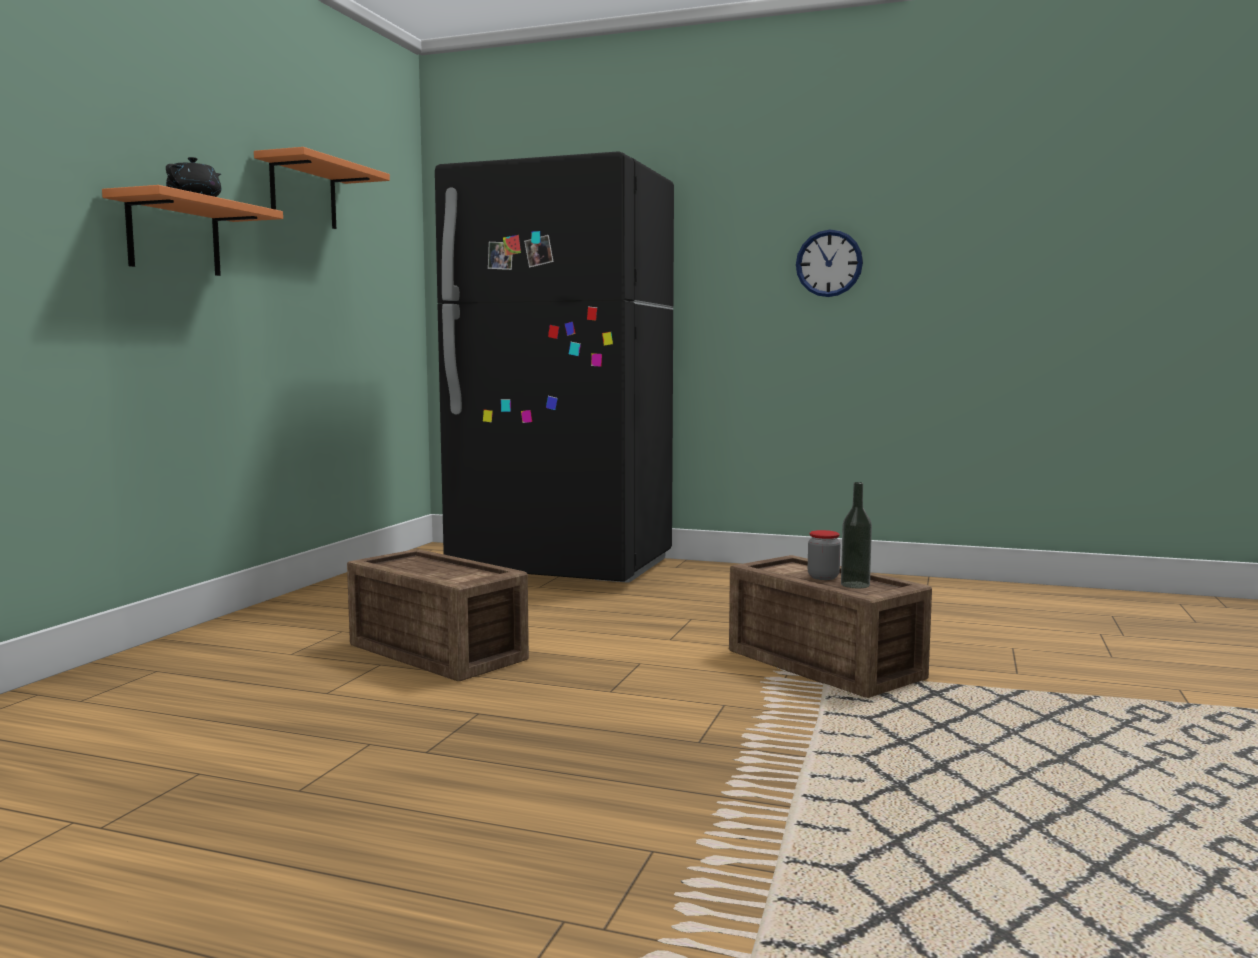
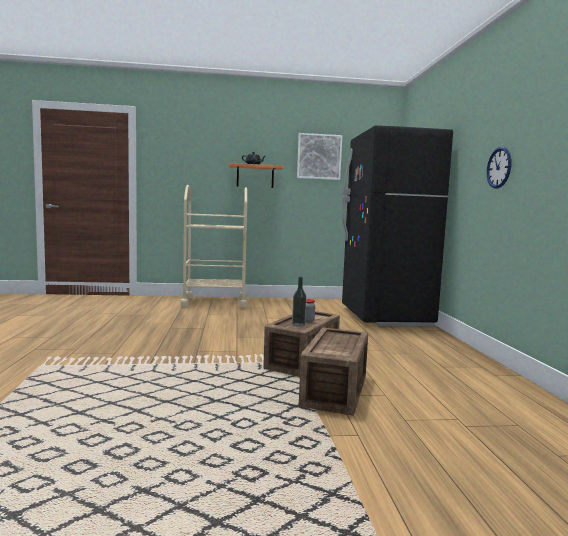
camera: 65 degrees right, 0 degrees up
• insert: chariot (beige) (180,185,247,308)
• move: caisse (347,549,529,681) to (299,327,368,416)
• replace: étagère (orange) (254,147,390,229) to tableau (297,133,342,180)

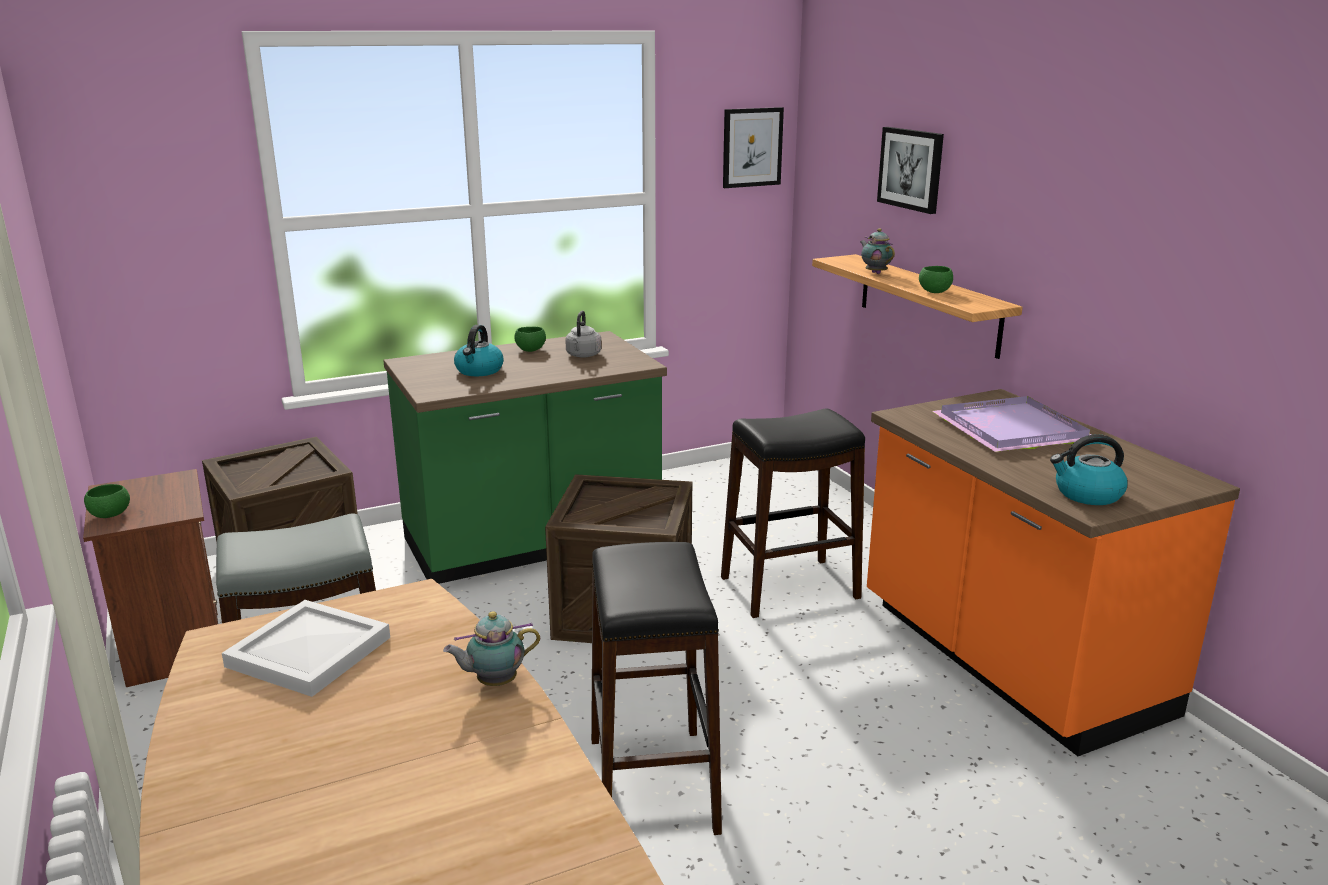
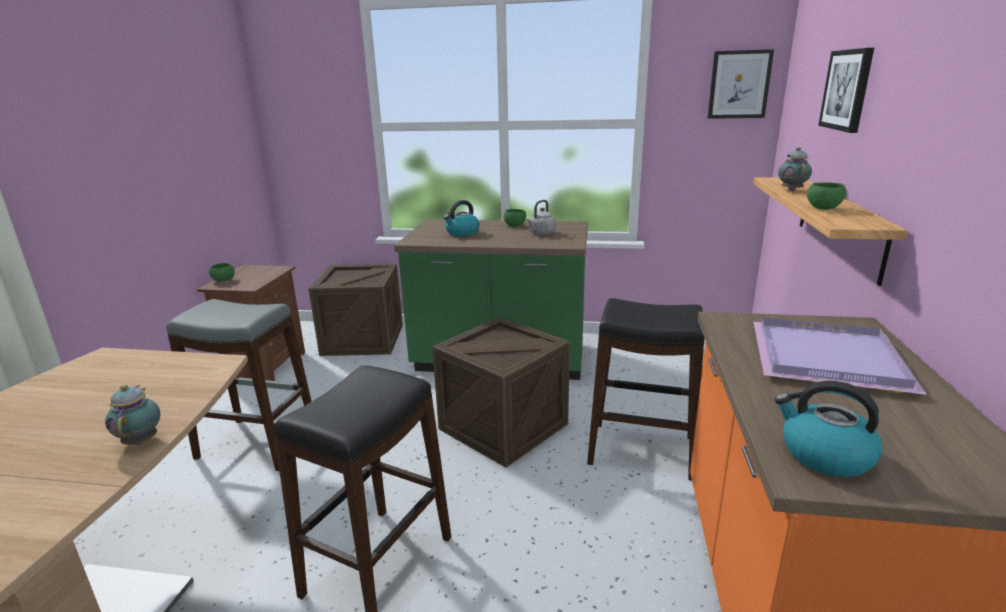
camera: 35 degrees right, 0 degrees up
• delete: plateau (blanc) (222,600,390,697)
• rotate: théière (443,611,540,686) = (105,384,161,445) 60 degrees clockwise

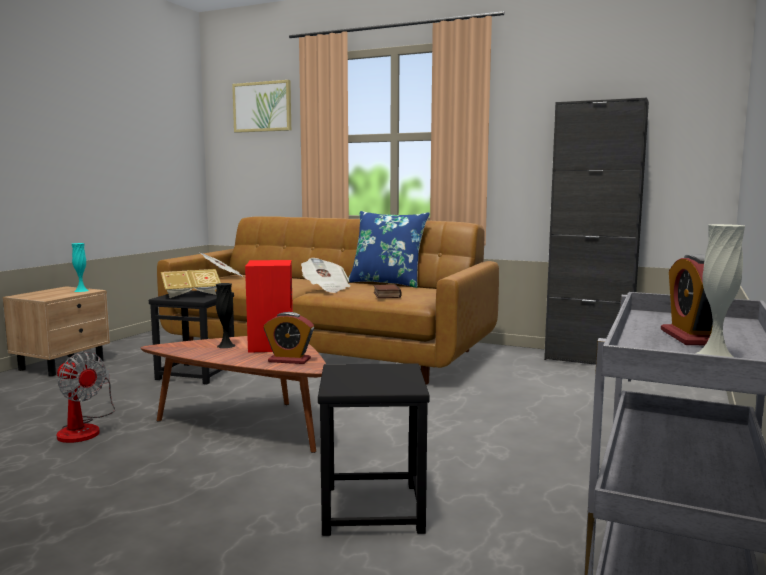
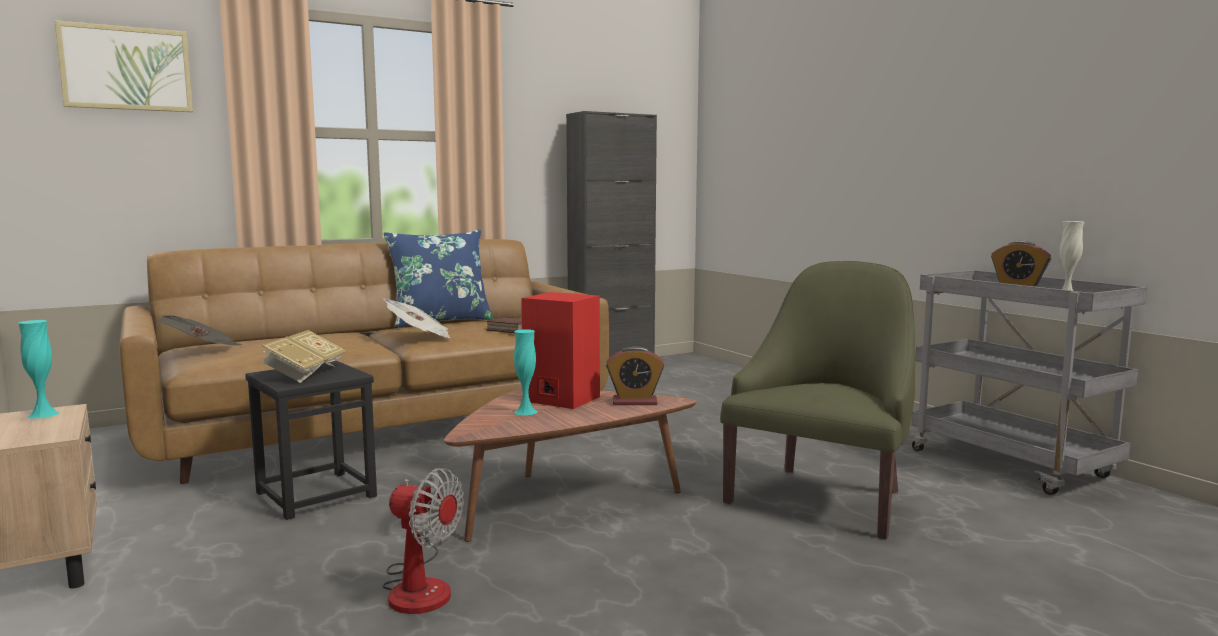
camera: 55 degrees left, 0 degrees up
• replace: tabouret (noir) (318,363,430,536) to fauteuil (vert) (720,261,915,540)
• recolor: vase (noir) (216,283,235,348) to vase (turquoise) (514,329,538,415)
• rotate: ventilateur (57,352,116,443) = (382,468,464,614) 45 degrees clockwise
• rotate: réveil (263,312,314,364) = (606,346,664,405) 45 degrees clockwise

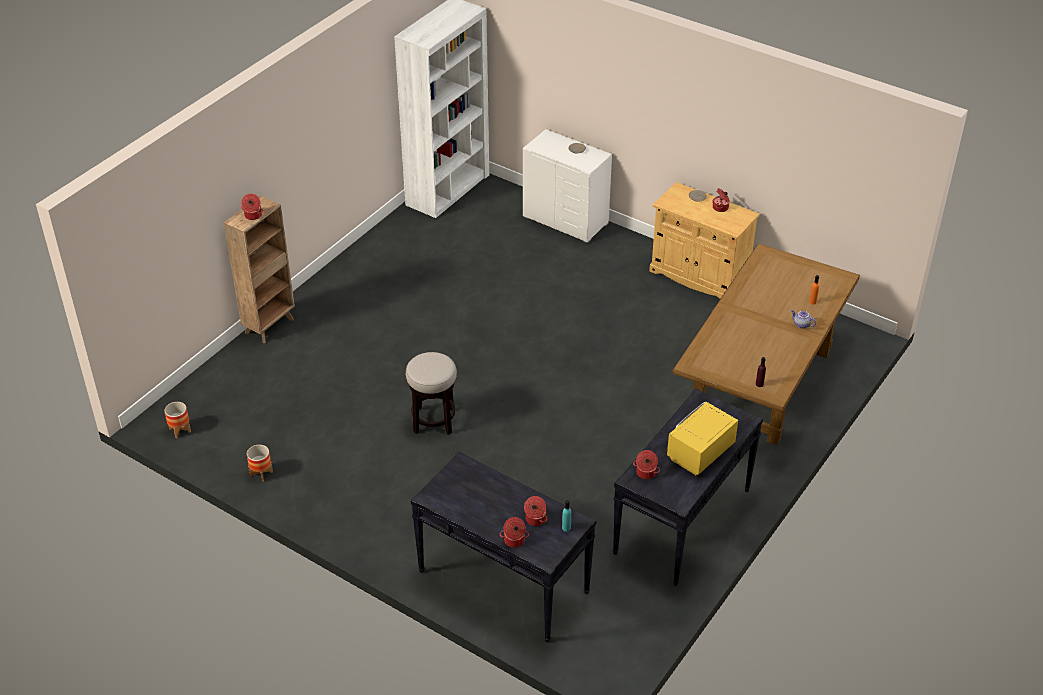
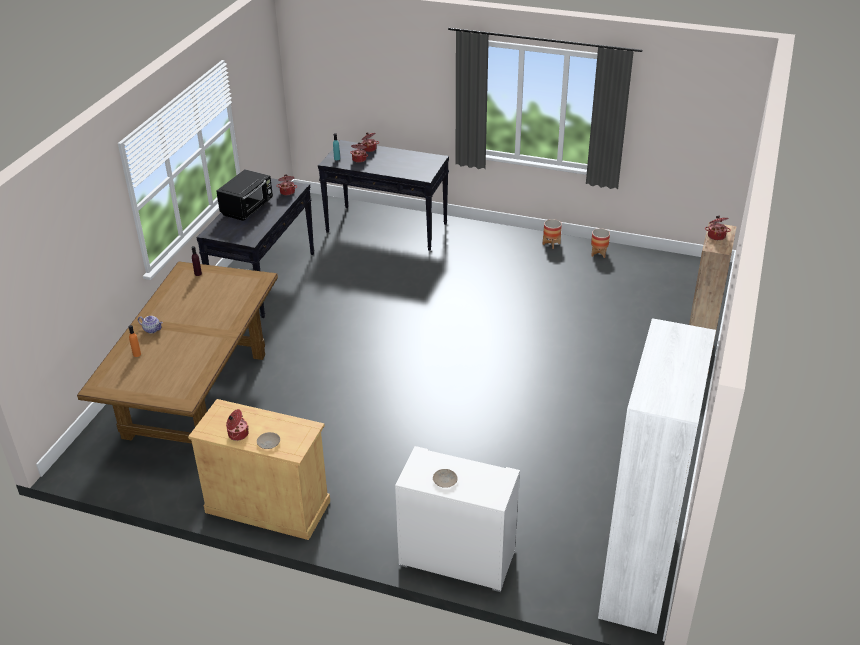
camera: 165 degrees right, 5 degrees down
• delete: tabouret (406,352,457,435)
• move: cache-pot (164,402,191,438) to (543,219,562,249)
• recolor: micro-ondes (jaune) (667,401,738,475) to micro-ondes (noir) (216,169,273,221)

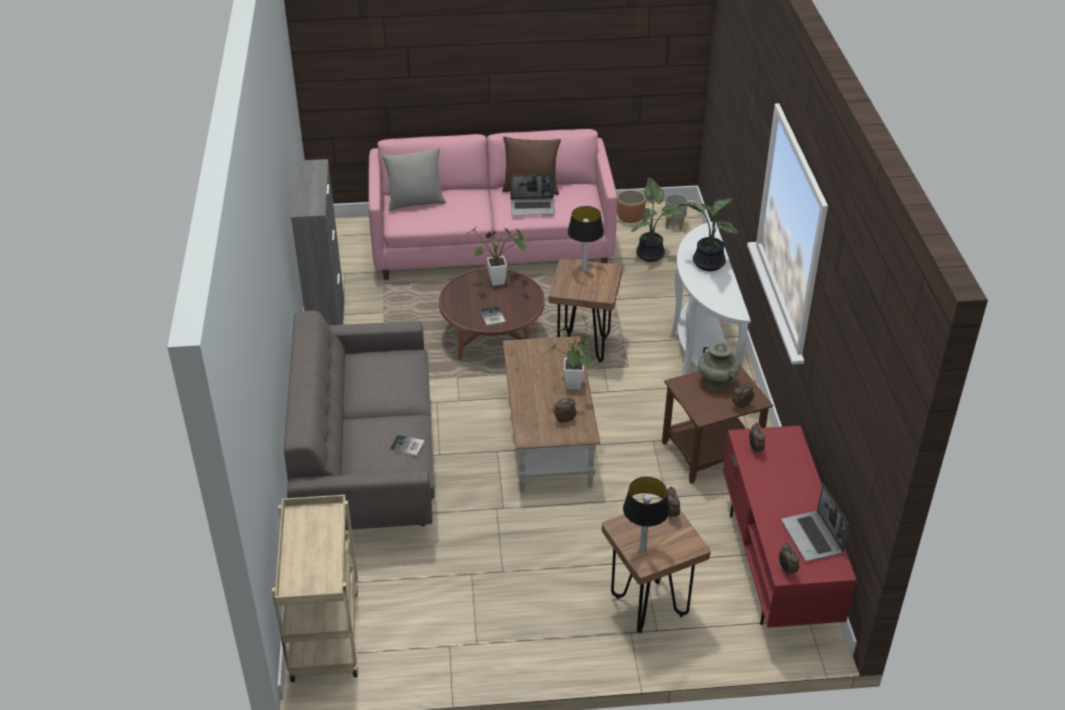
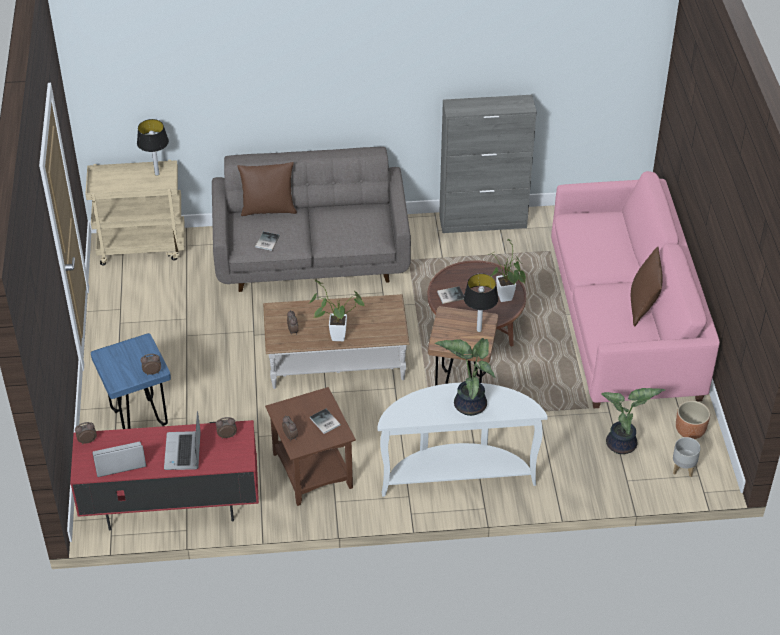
camera: 90 degrees right, 5 degrees up
• delete: coussin (gris) (382,148,446,211)
• insert: coussin (marron) (237,162,297,216)
• move: ordinateur portable (510,174,555,216) to (164,411,201,470)
• move: lampe de table (623,477,670,553) to (137,119,169,176)
• replace: vase (turquoise) (698,342,740,391) to livre (310,409,341,434)
• recolor: tabouret (marron) (602,510,711,633) to tabouret (bleu) (91,333,171,429)

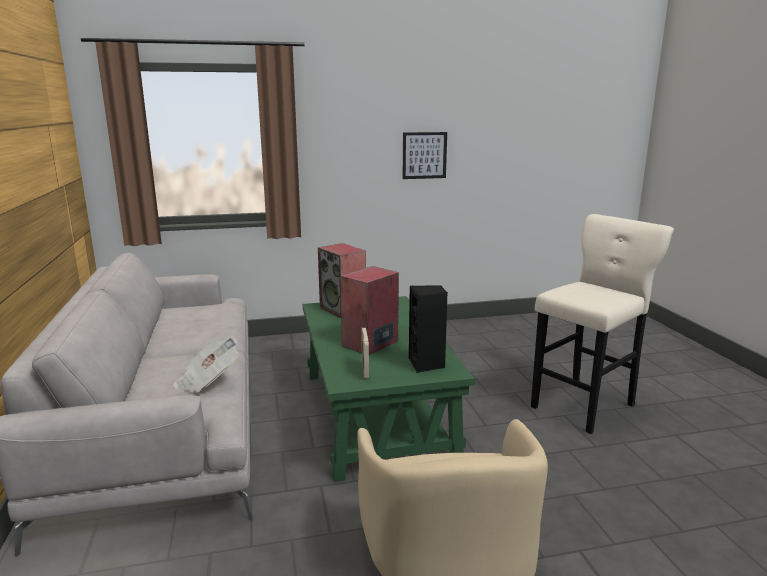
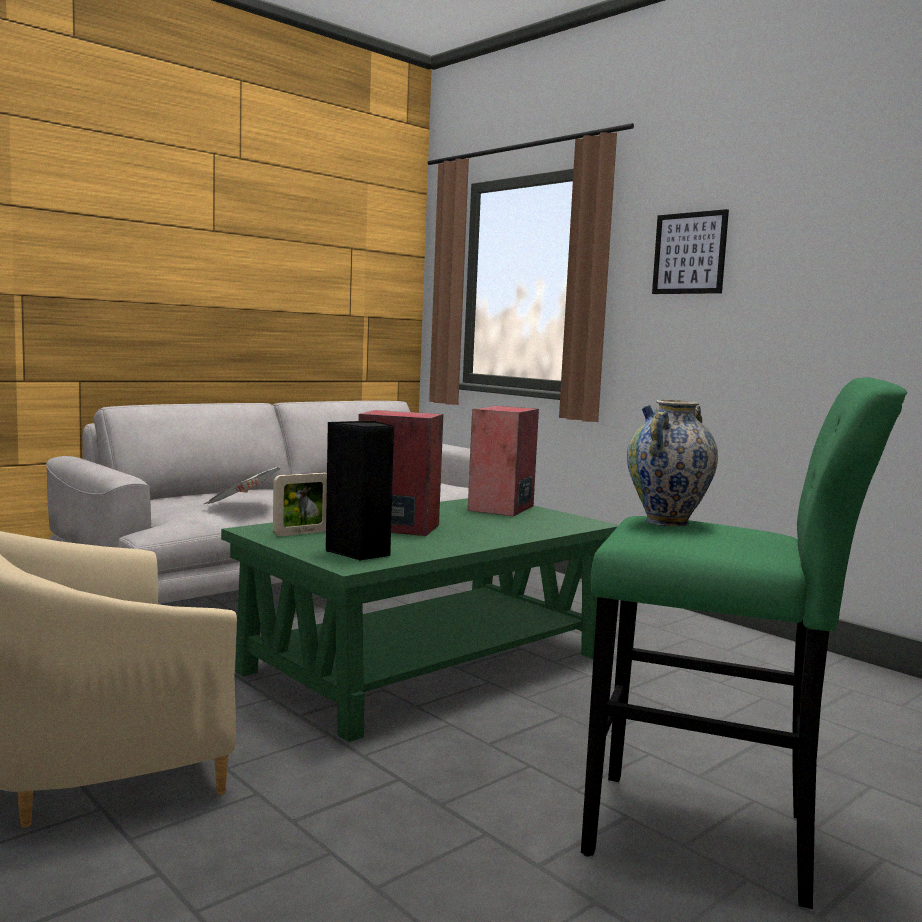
camera: 60 degrees right, 10 degrees down
• insert: vase (627,400,718,526)
• move: tableau (403,132,447,179) to (652,209,729,294)
• recolor: tabouret (beige) (531,214,674,434) to tabouret (vert) (581,377,907,909)

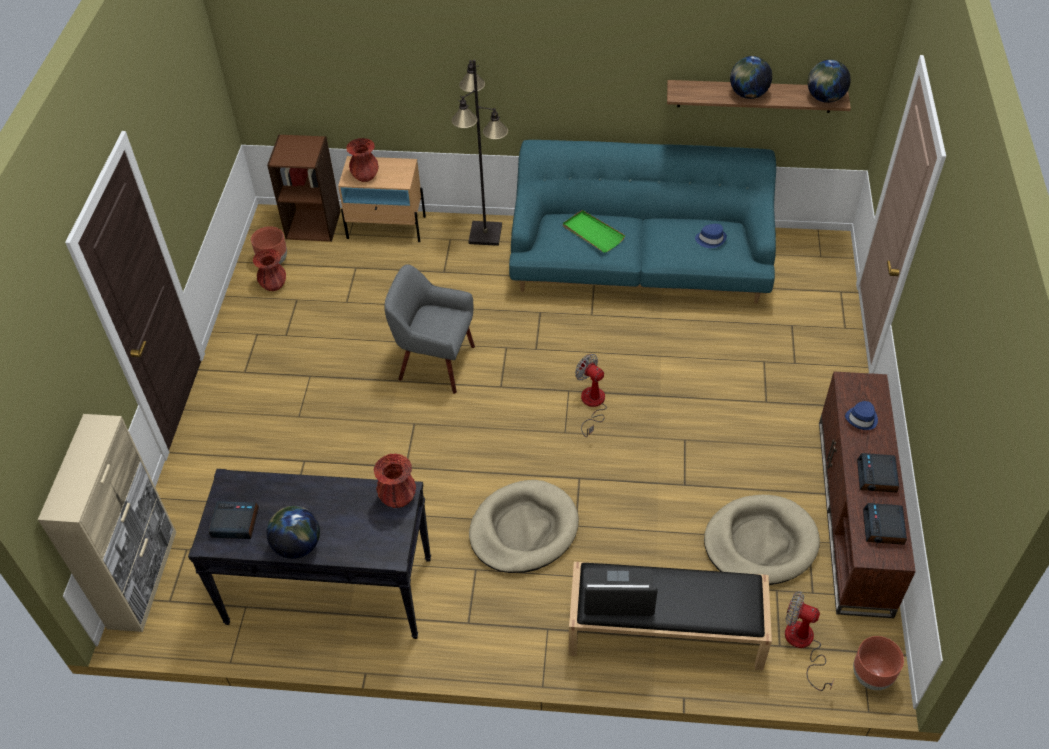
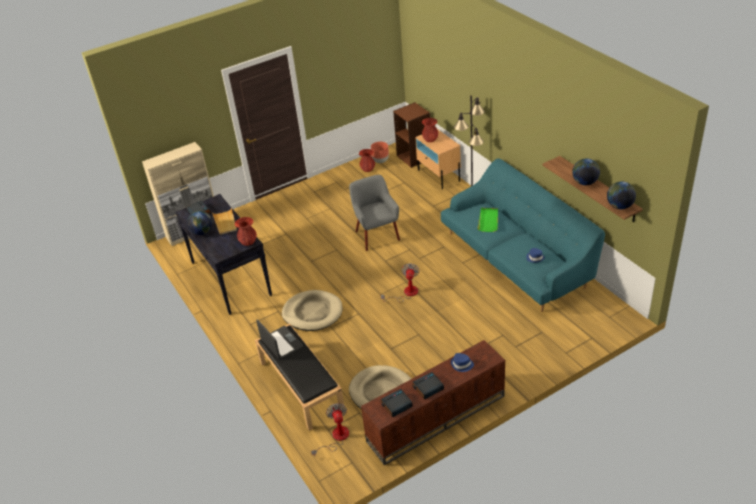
camera: 55 degrees right, 10 degrees down
• delete: cache-pot (marron) (853,636,904,690)
• insert: plateau (beige) (212,208,237,235)

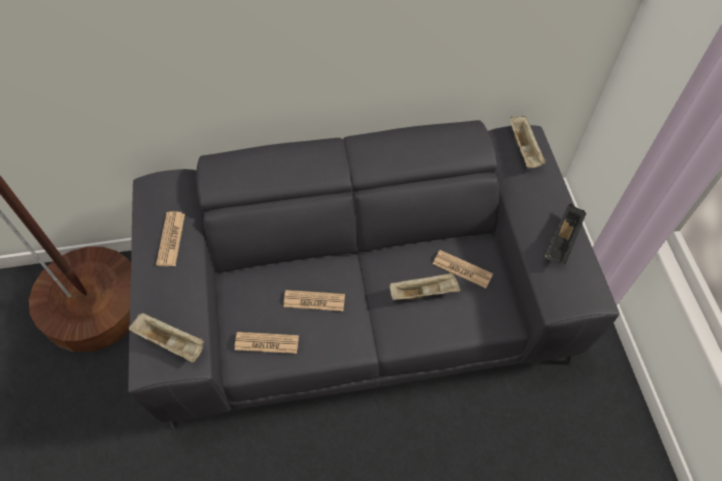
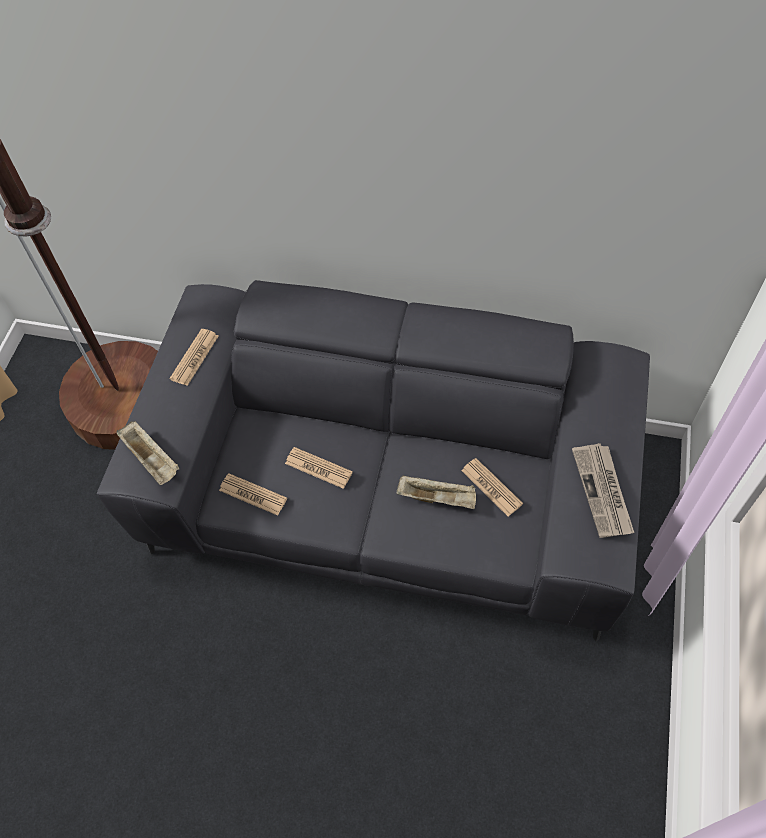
camera: 25 degrees right, 0 degrees up
• delete: plateau (beige) (509,116,546,168)
• replace: plateau (noir) (543,204,587,264) to journal (572,443,634,538)

